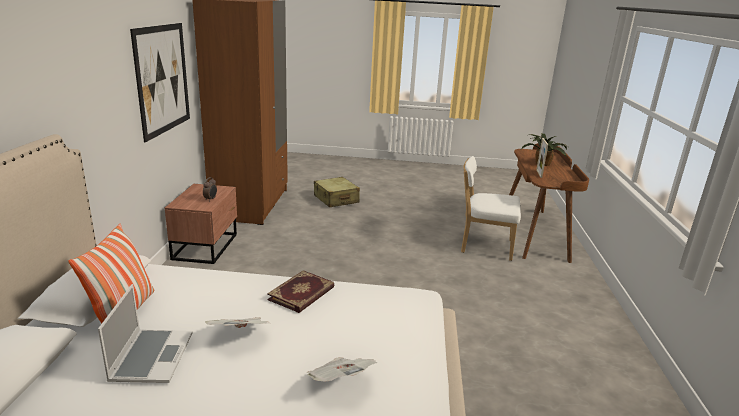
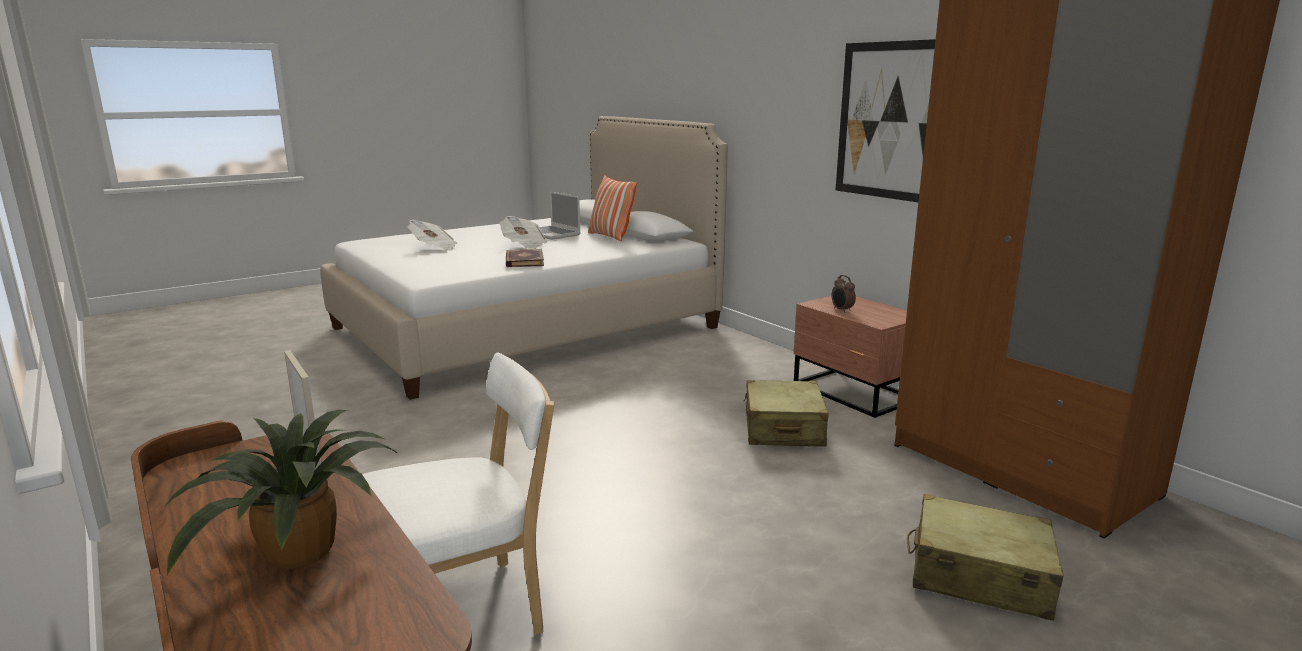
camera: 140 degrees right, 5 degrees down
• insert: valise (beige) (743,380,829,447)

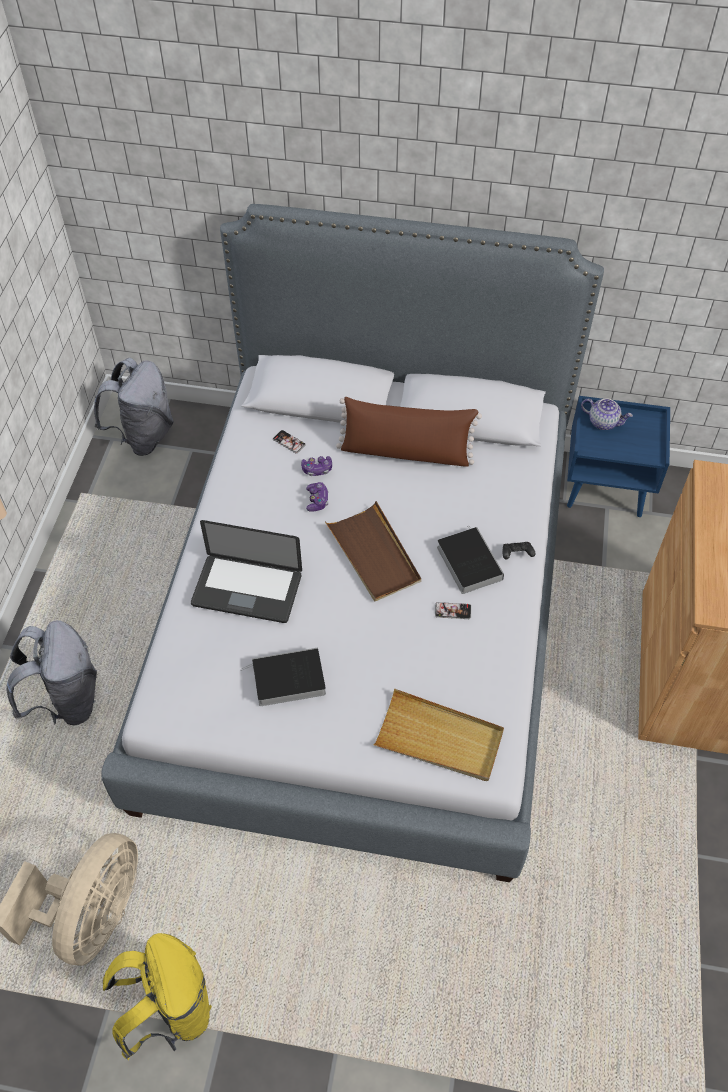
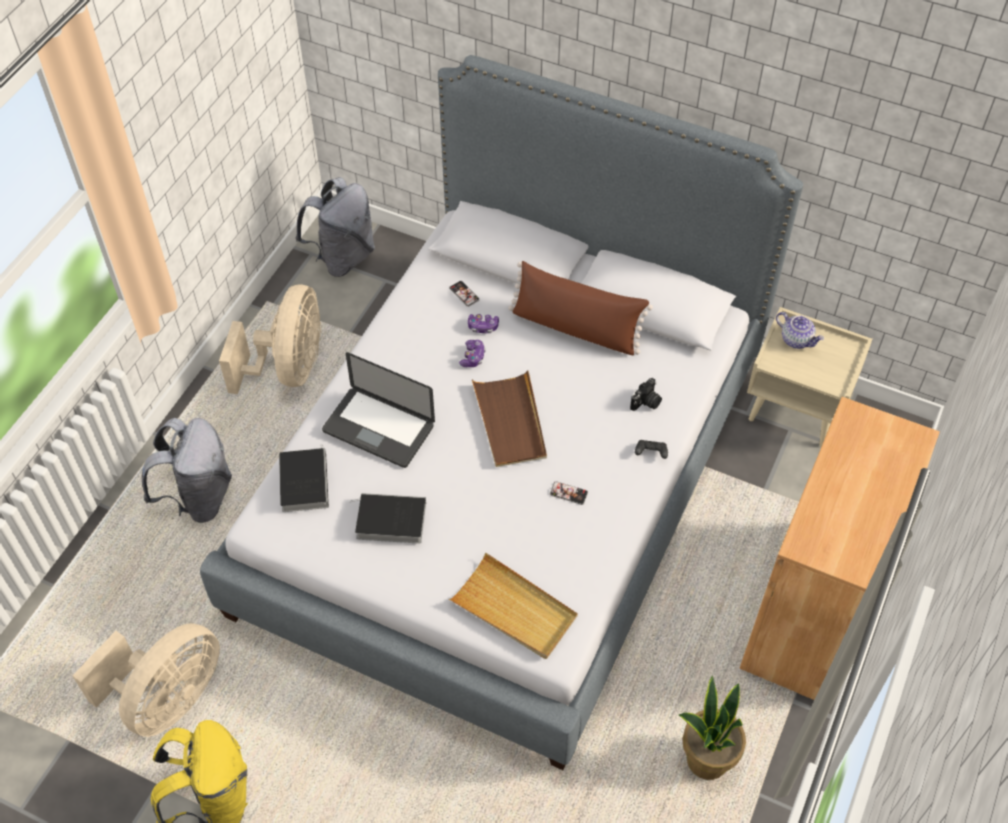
camera: 15 degrees right, 0 degrees up
• insert: ventilateur (beige) (219,284,321,394)
• insert: appareil photo (630,378,662,411)
• insert: plante en pot (679,676,746,780)
• move: livre (437,525,504,594) to (279,445,329,512)
• recolor: table de chevet (bleu) (567,396,670,517) to table de chevet (beige) (747,307,872,447)

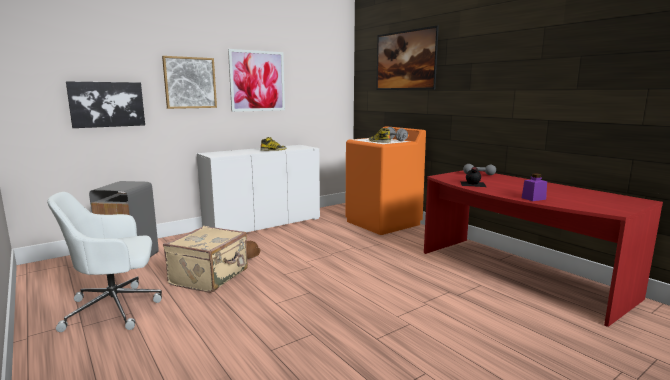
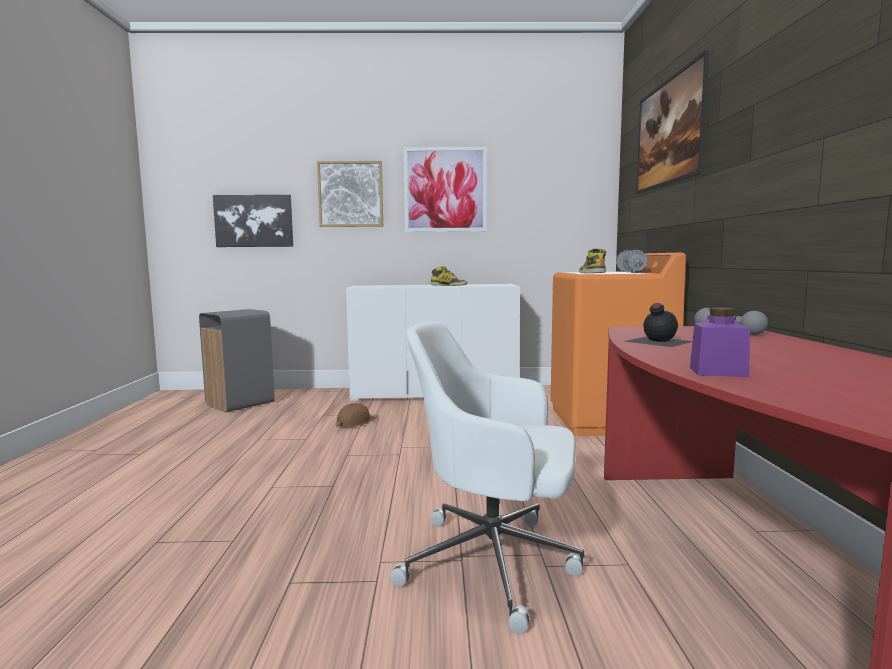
camera: 35 degrees right, 5 degrees down
• delete: valise (beige) (163,226,248,293)
• move: chaise de bureau (blanc) (47,192,162,332) to (390,322,584,634)

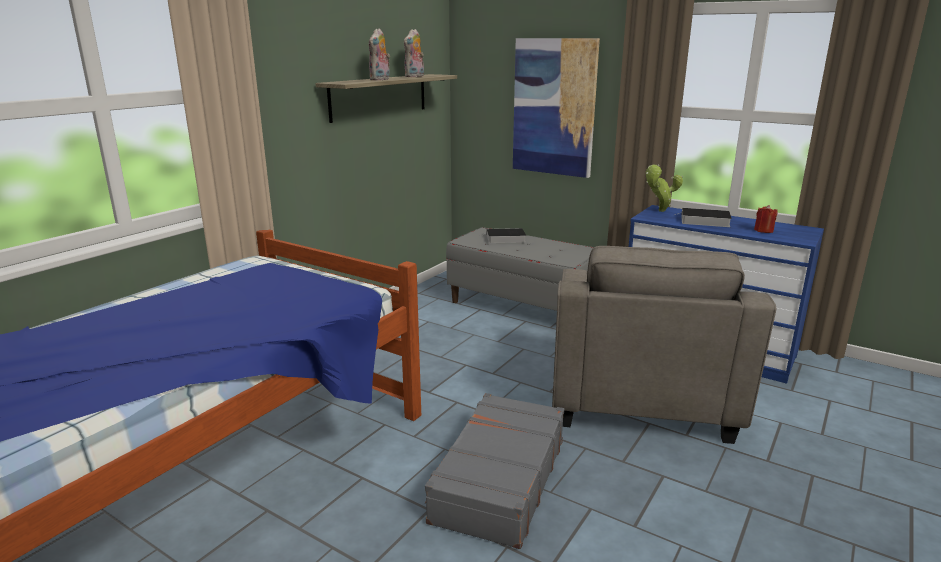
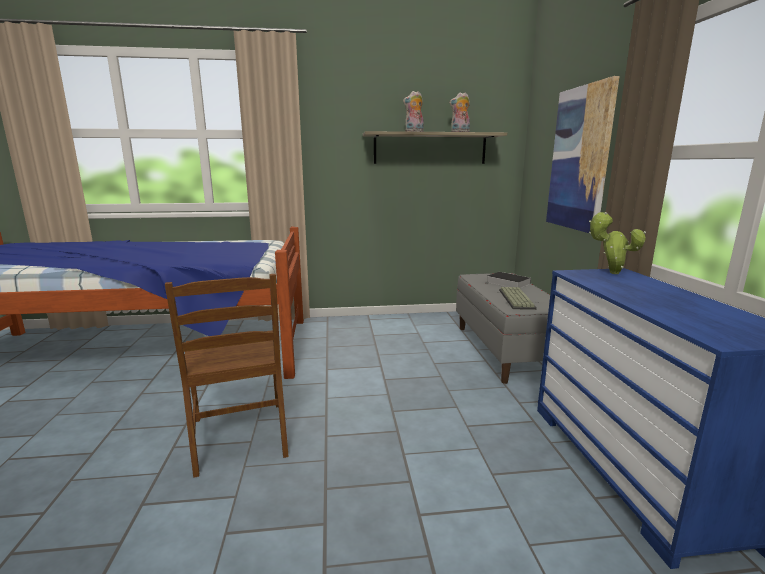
camera: 50 degrees right, 5 degrees down
• delete: fauteuil (gris) (552,246,776,444)
• delete: livre (675,208,732,227)
• delete: bougie (rouge) (754,205,778,233)
• insert: clavier (499,287,537,310)
• replace: valise (gris) (425,393,564,549) to chaise (marron) (165,274,289,478)

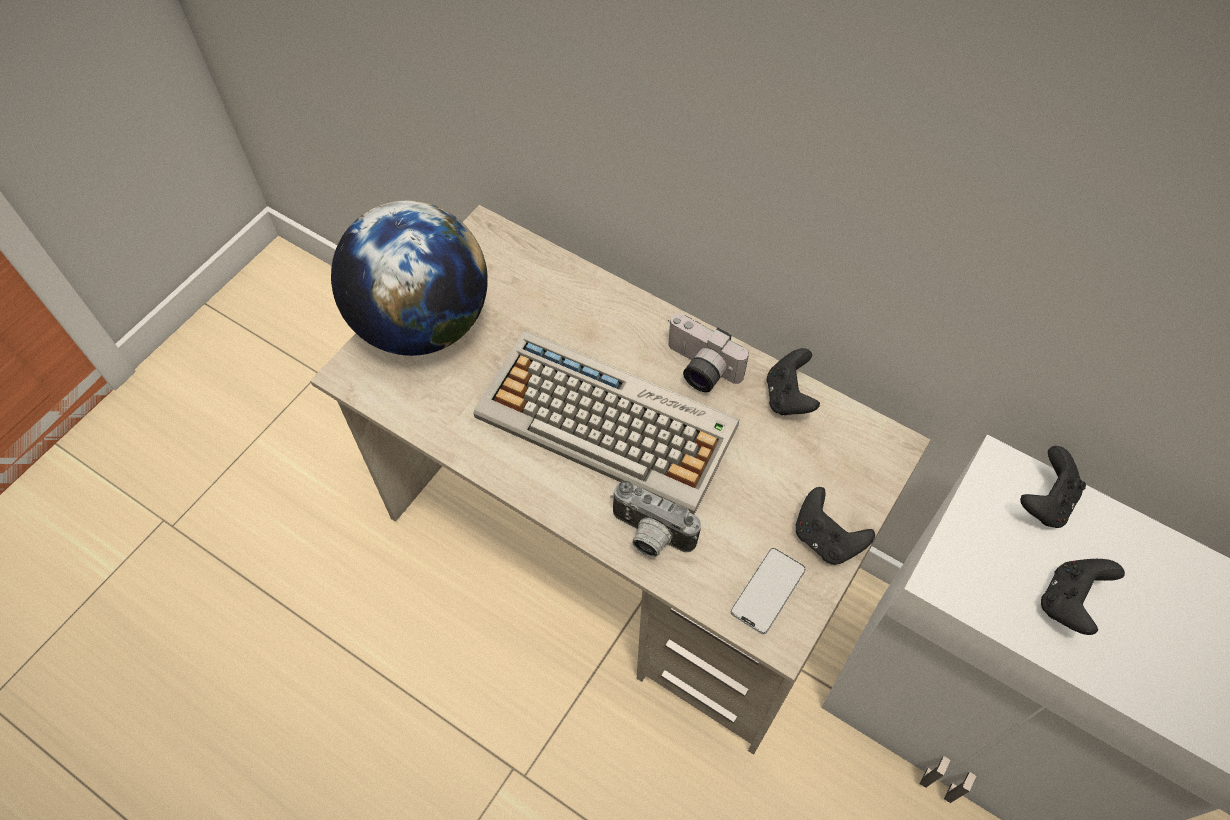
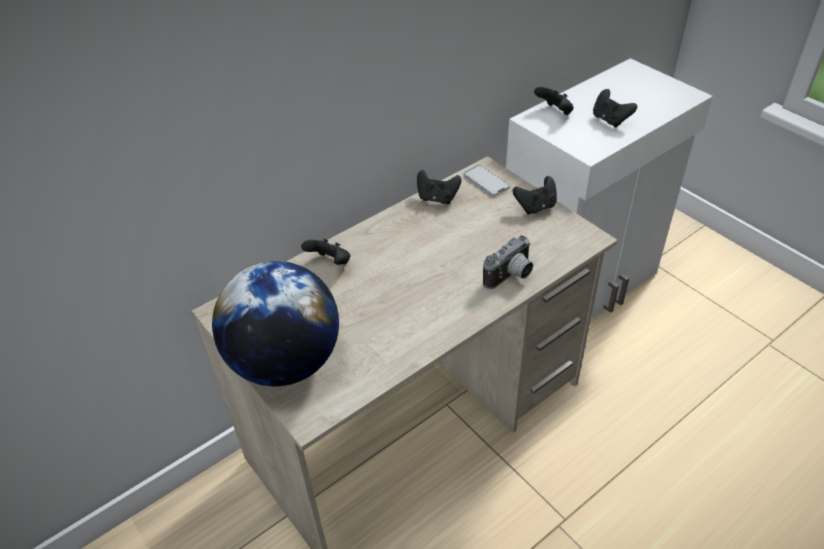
camera: 70 degrees left, 15 degrees down
• delete: clavier (473,330,739,515)
• delete: appareil photo (668,313,749,392)
• insert: manette (noir) (301,239,350,265)
• move: téléphone (731,548,806,634) to (464,165,510,196)

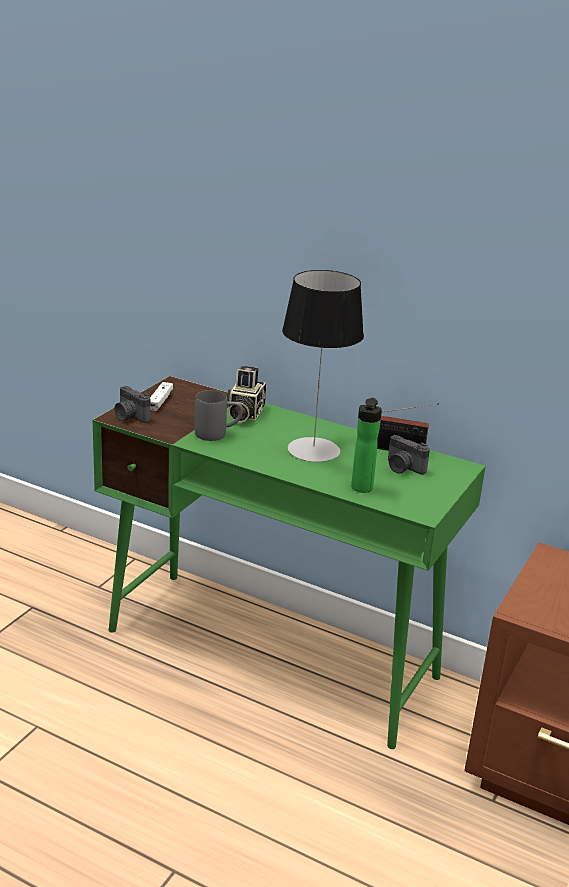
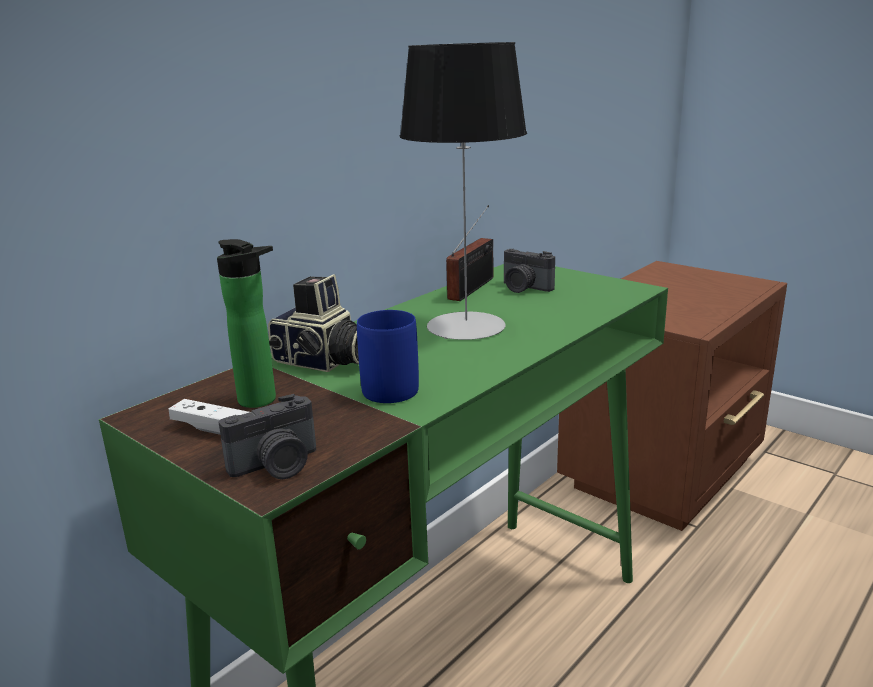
camera: 75 degrees left, 5 degrees down
• move: bouteille (351,398,382,493) to (217,239,276,408)
• recolor: mug (gris) (195,390,243,441) to mug (bleu) (357,310,419,403)
• rotate: appareil photo (388,435,430,475) = (504,249,555,293) 75 degrees clockwise

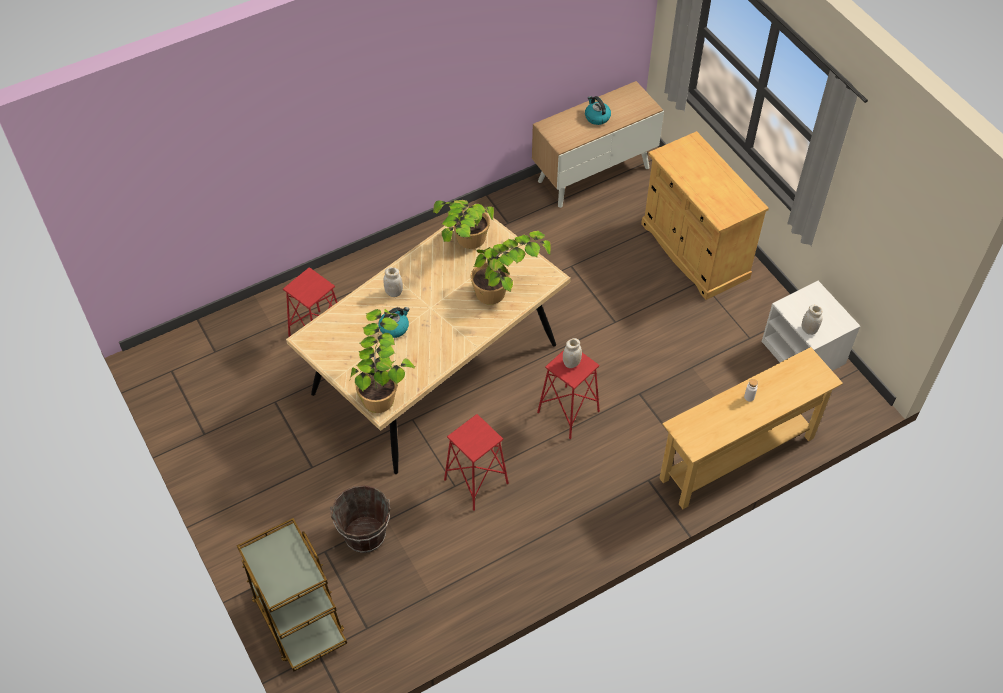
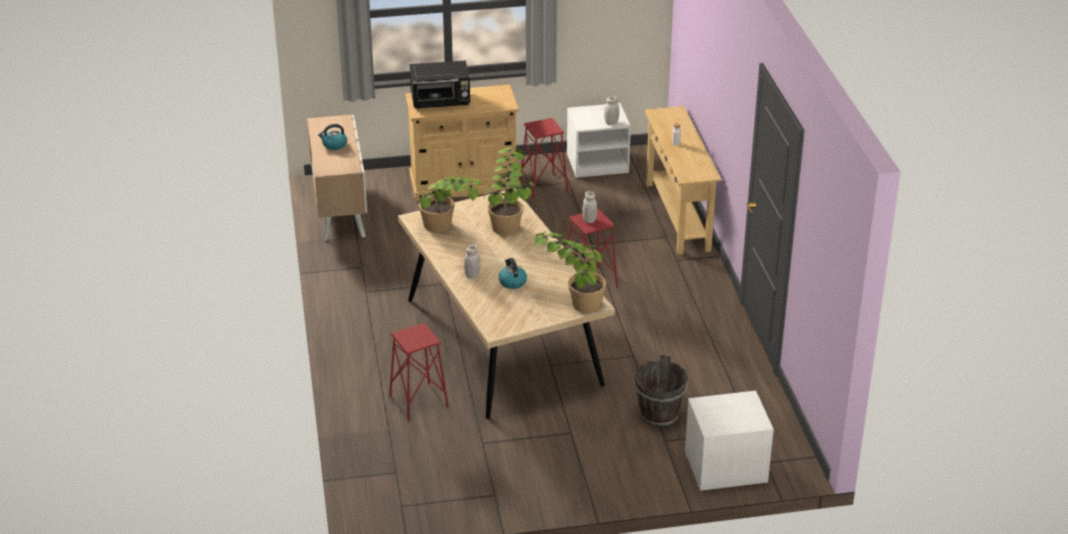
camera: 70 degrees left, 20 degrees down
• insert: micro-ondes (noir) (410,61,470,109)
• move: tabouret (rouge) (444,414,509,511) to (520,118,568,199)
• replace: chariot (marron) (237,518,347,672) to table de chevet (blanc) (685,391,774,491)

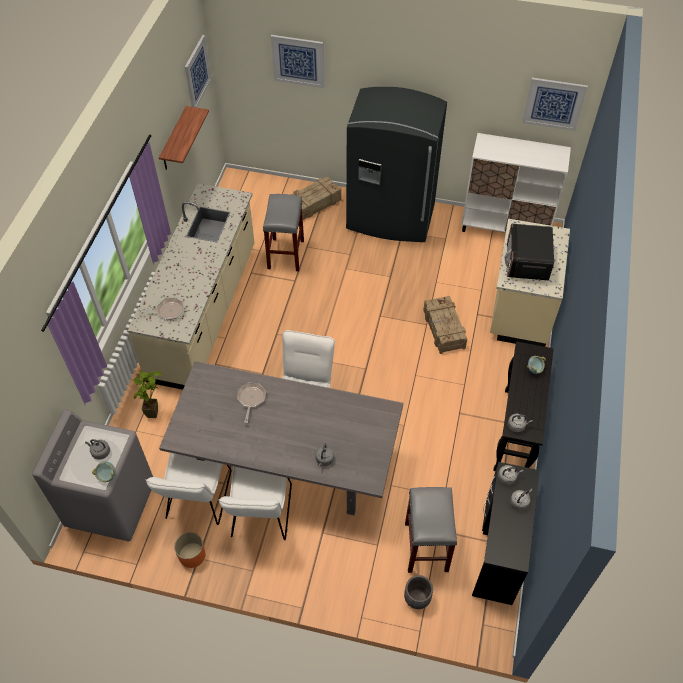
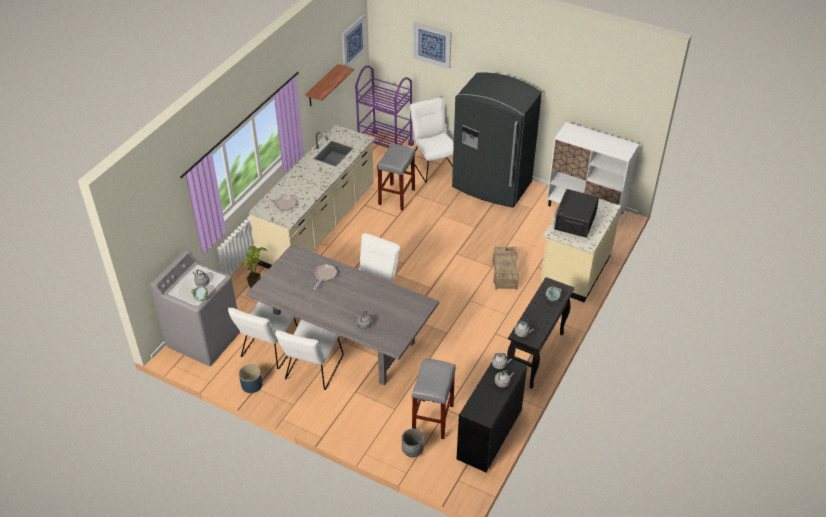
camera: 15 degrees right, 10 degrees down
• delete: tableau (522,78,588,131)
• insert: chariot (violet) (355,65,414,148)
• replace: caisse (291,176,341,220) to chaise (blanc) (410,97,454,183)
• recolor: cache-pot (orange) (174,532,205,568) to cache-pot (bleu) (239,364,263,393)

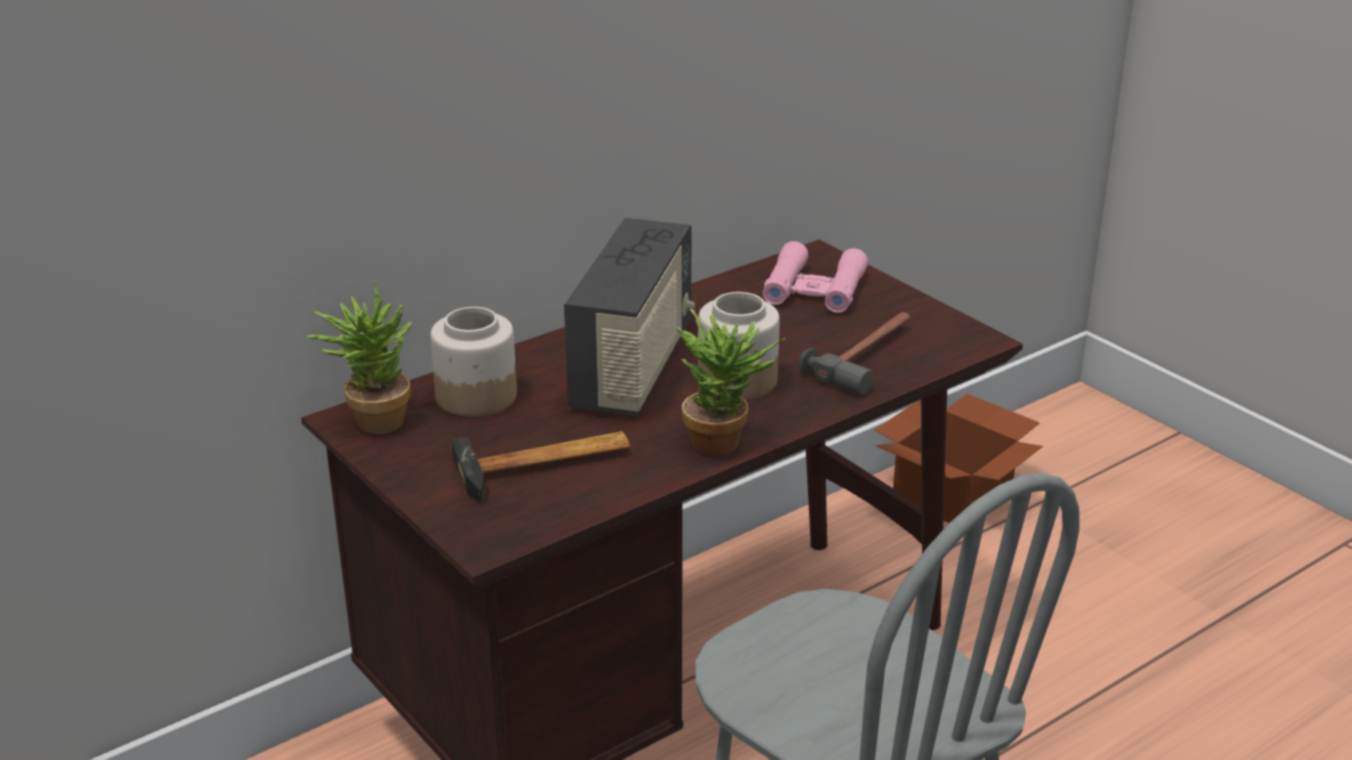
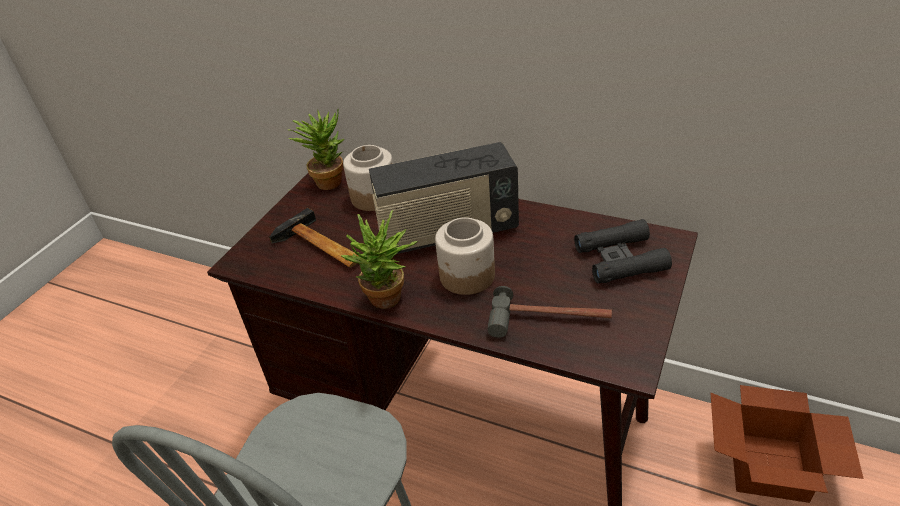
camera: 65 degrees right, 10 degrees up
• recolor: jumelles (rose) (763,241,868,313) to jumelles (noir) (574,219,672,283)

